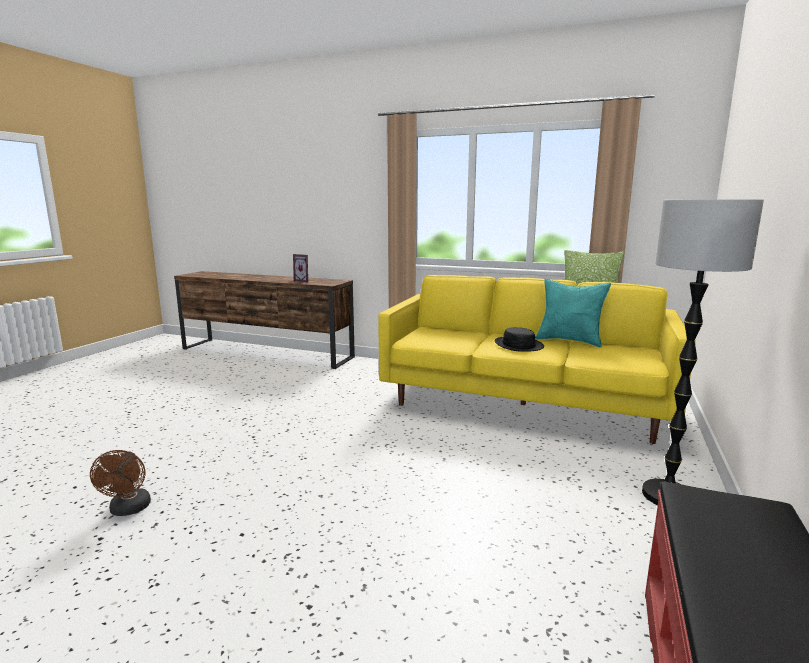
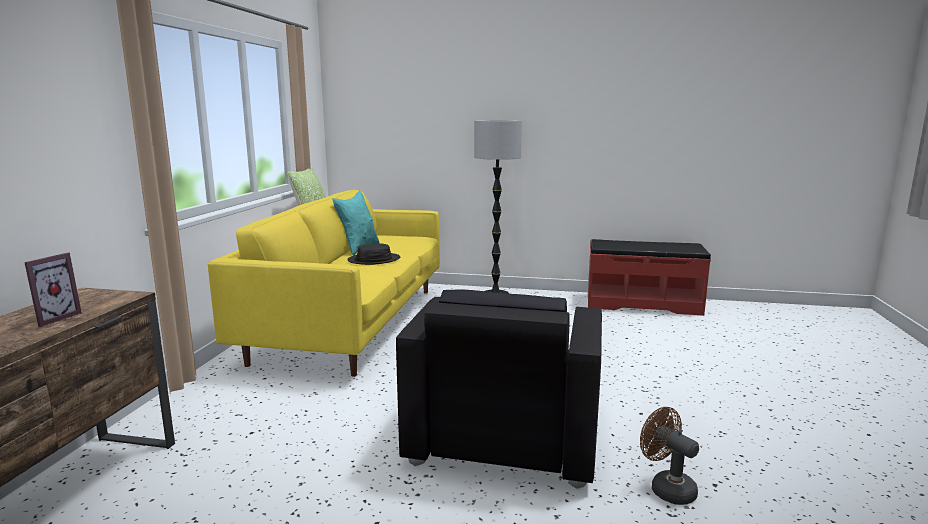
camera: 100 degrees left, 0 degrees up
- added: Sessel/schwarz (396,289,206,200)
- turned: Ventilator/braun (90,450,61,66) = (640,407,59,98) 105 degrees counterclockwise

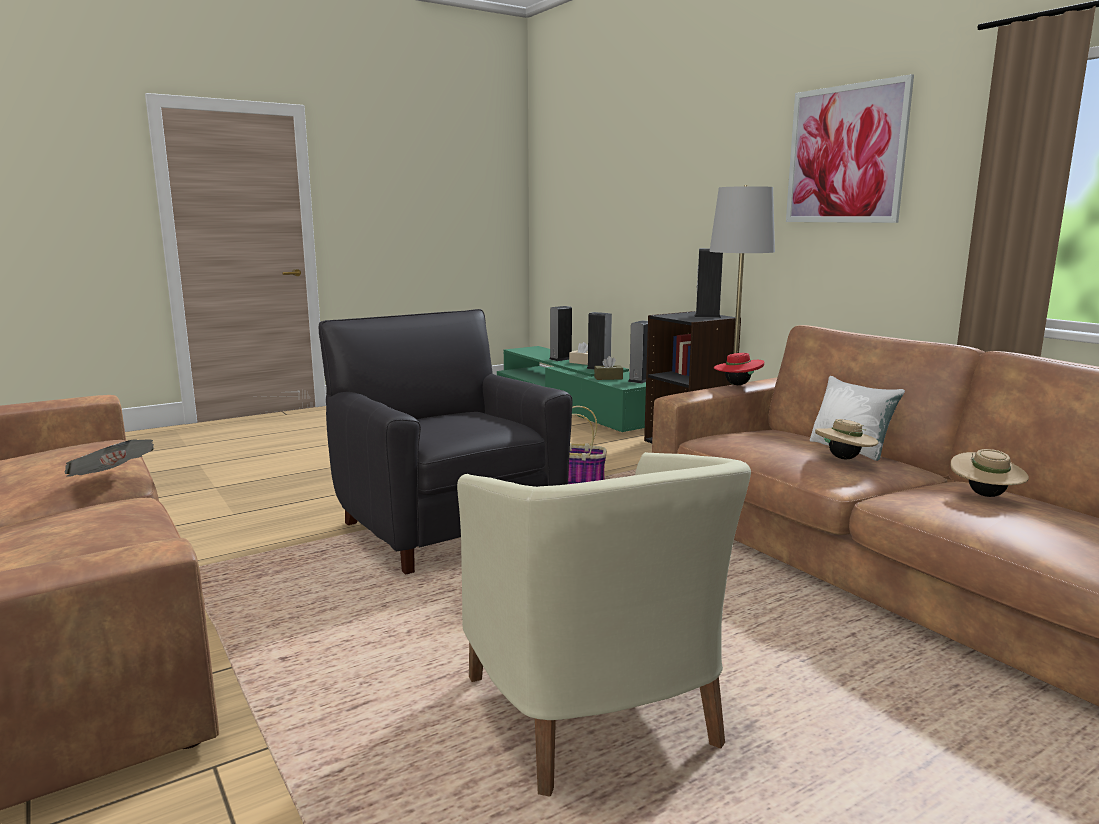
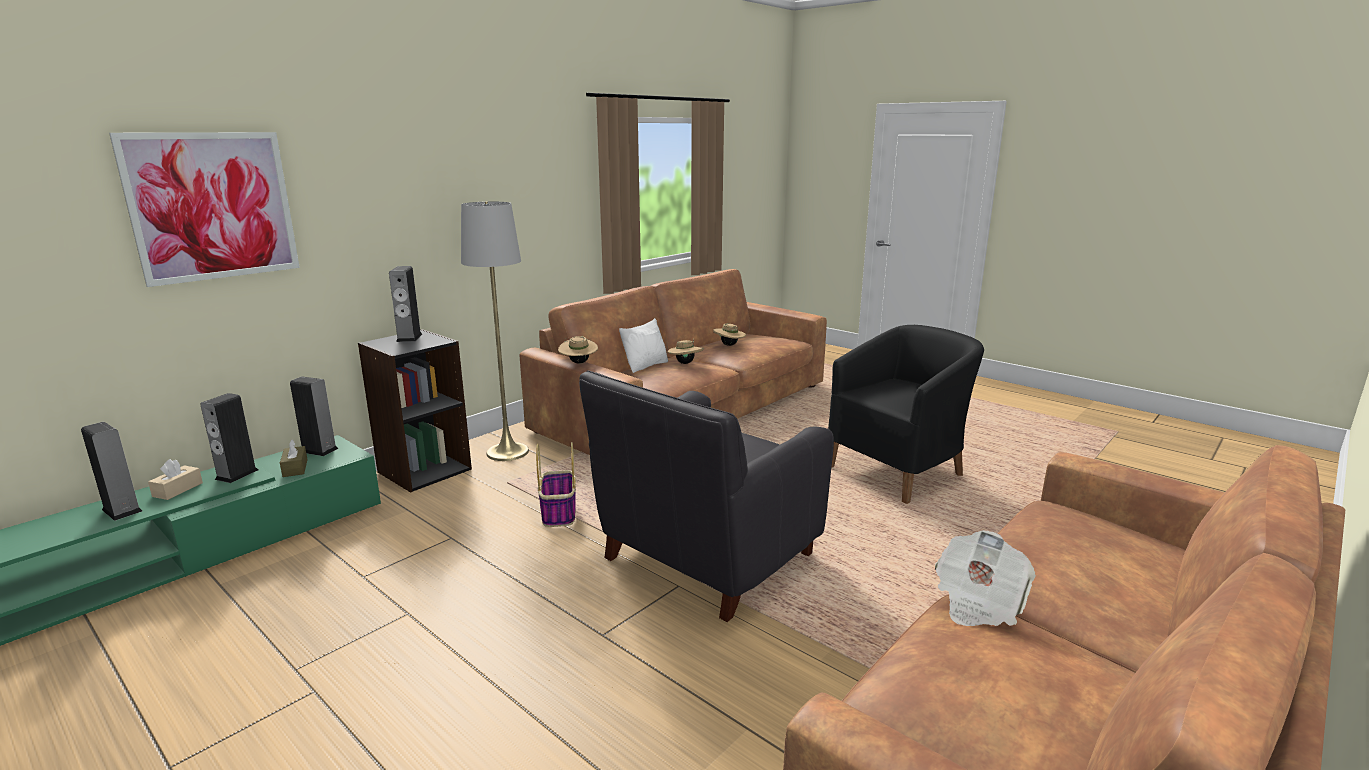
camera: 105 degrees left, 5 degrees up
- moved: Bild (786,74,128,149) to (109,132,191,155)
- recoloured: Sessel/beige (457,452,294,345) to Sessel/schwarz (828,325,156,179)
- recoloured: Hut/rot (714,350,50,35) to Hut/beige (558,336,40,27)

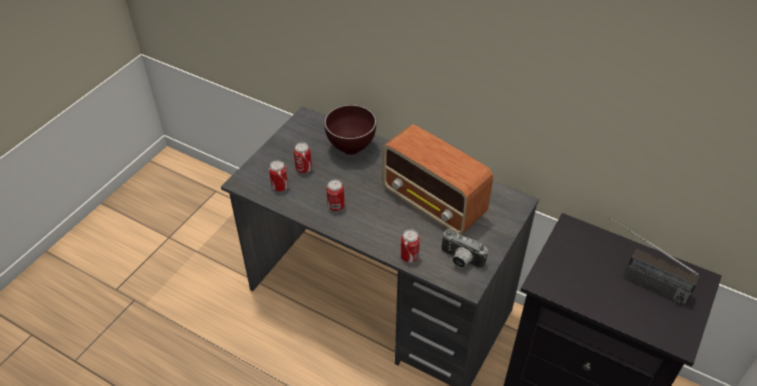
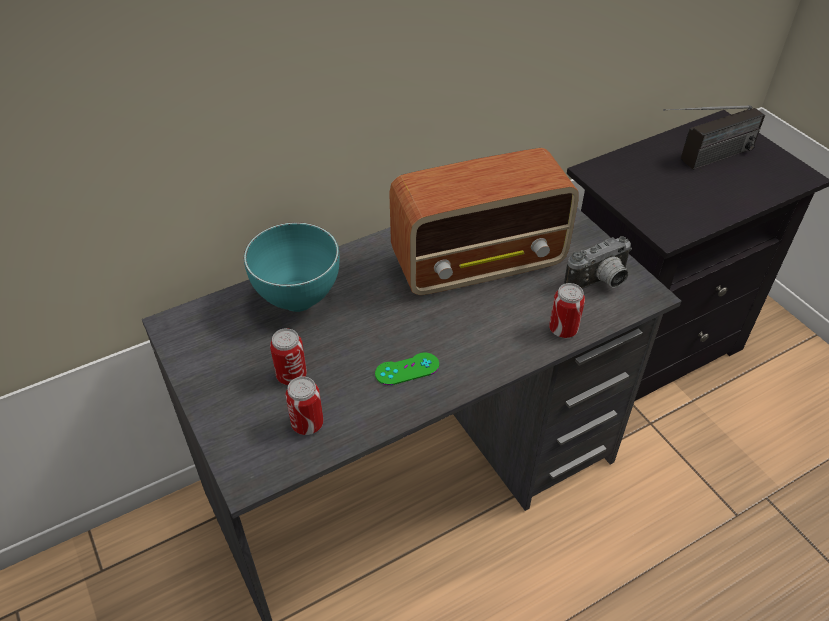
camera: 60 degrees left, 0 degrees up
- replaced: Dose (326,179,19,32) to Gamepad/grün (375,352,64,34)
- recoloured: Schüssel/braun (324,105,52,50) to Schüssel/türkis (244,222,96,90)

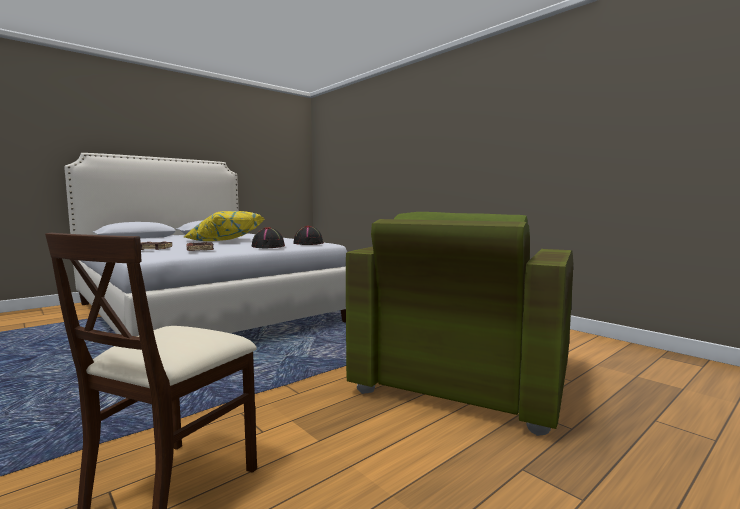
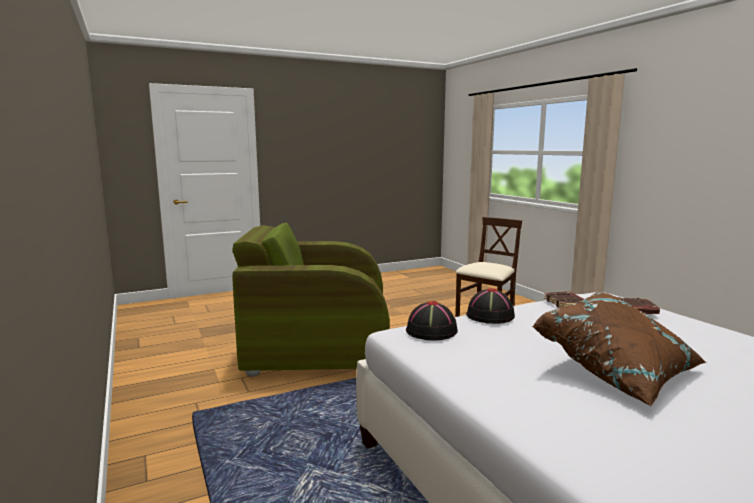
camera: 165 degrees left, 5 degrees up
- recoloured: Kissen/gelb (184,211,81,30) to Kissen/braun (532,292,174,114)
- turned: Sessel/grün (346,212,227,224) = (232,223,158,154) 135 degrees counterclockwise

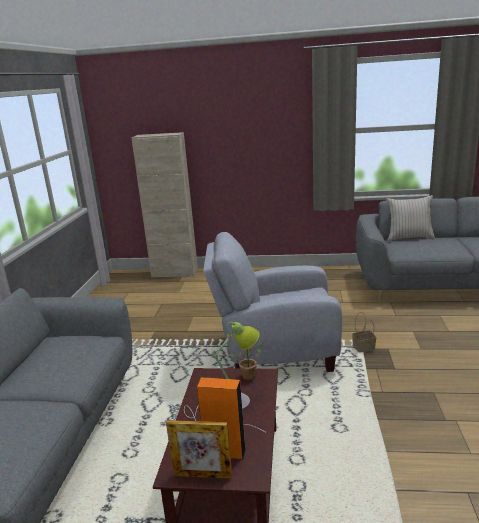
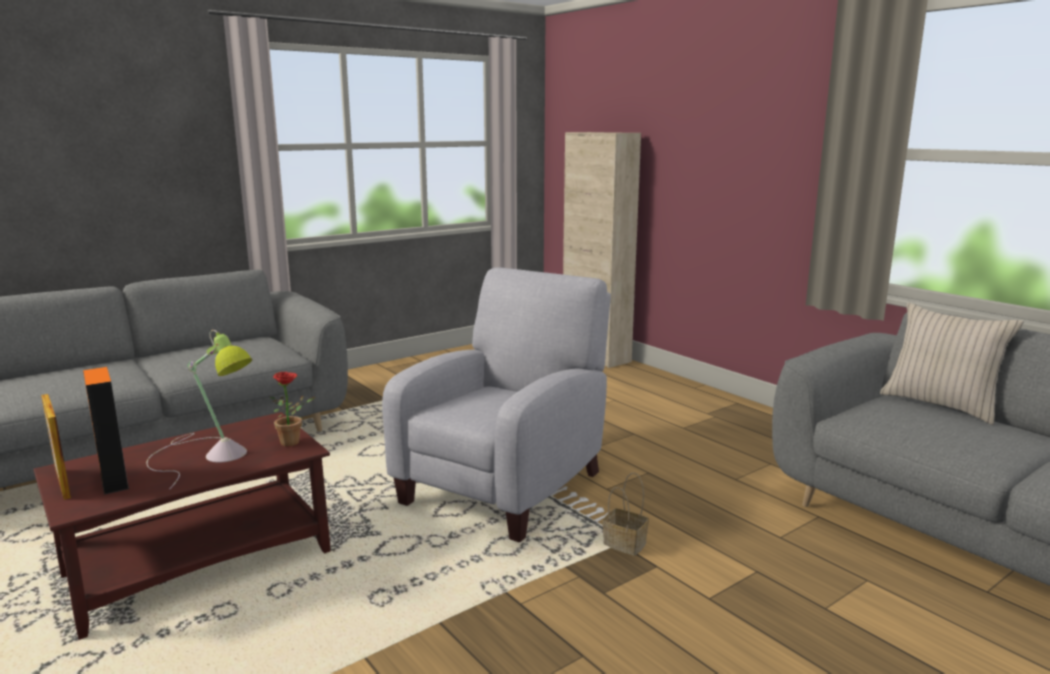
camera: 45 degrees right, 5 degrees down
- turned: Sessel/grau (203,232,139,140) = (382,267,229,275) 75 degrees clockwise

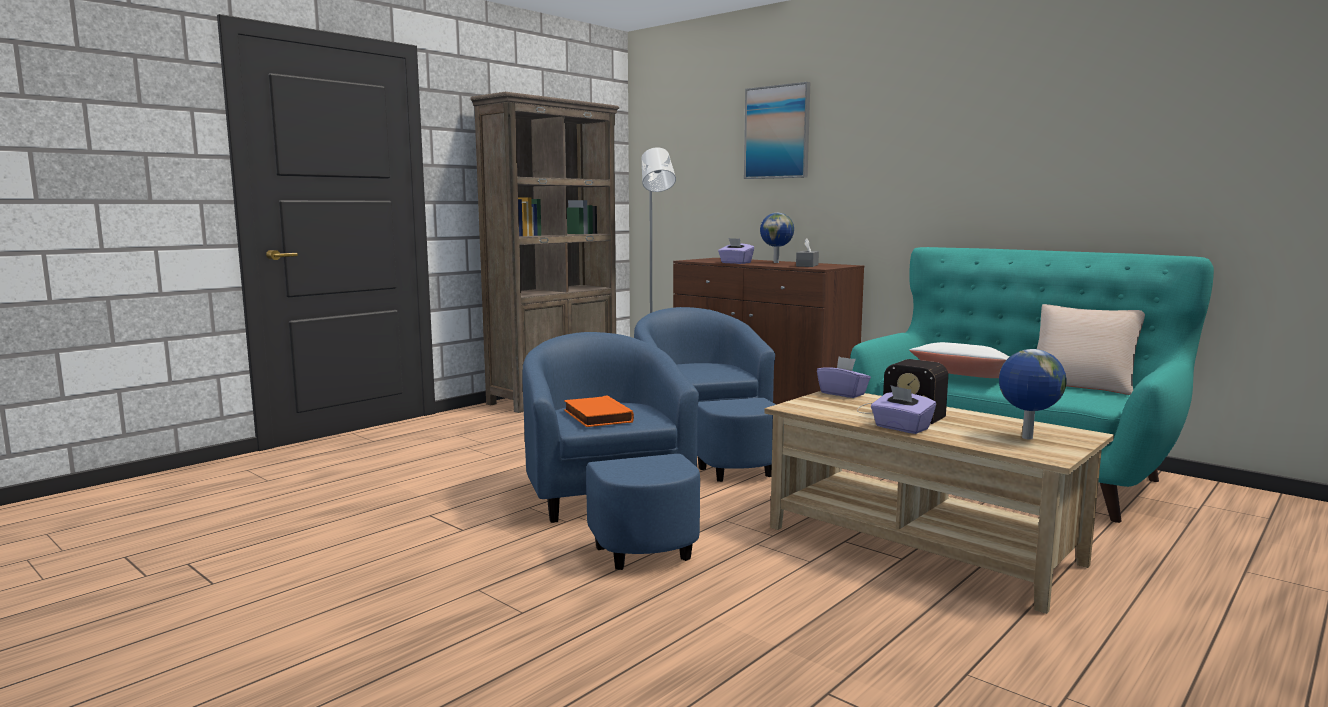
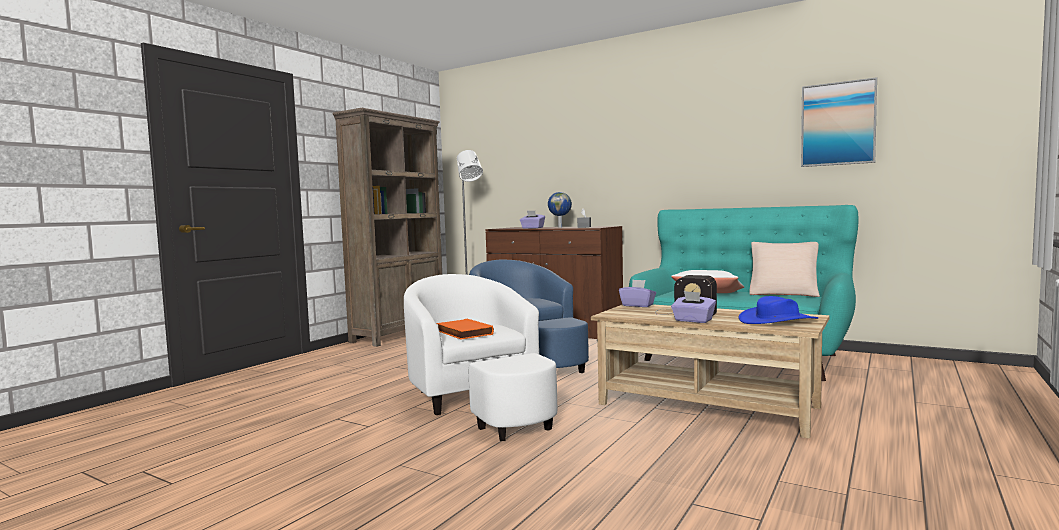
camera: 10 degrees left, 5 degrees down
- moved: Bild (744,82,66,97) to (801,77,76,90)
- replaced: Globus (999,349,67,91) to Hut/blau (739,296,79,28)
- recoloured: Sessel/blau (522,332,178,238) to Sessel/weiß (404,274,154,167)

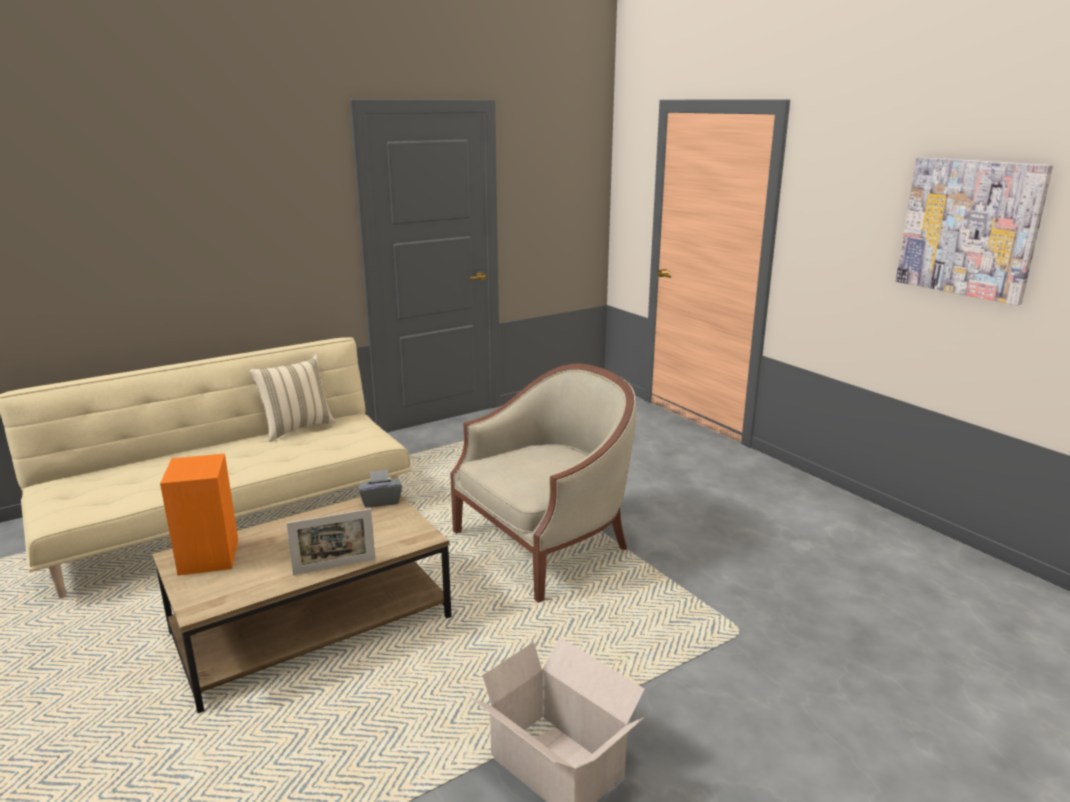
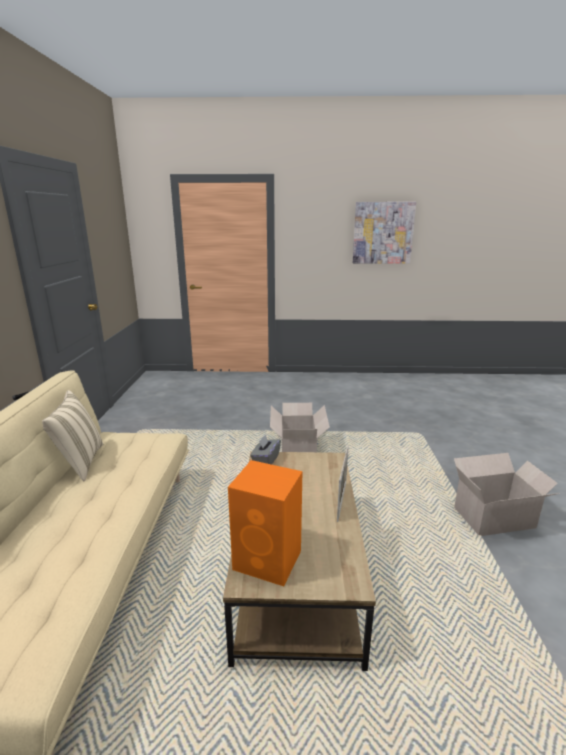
camera: 55 degrees left, 0 degrees up
- replaced: Sessel/beige (450,363,186,240) to Karton (270,403,60,49)

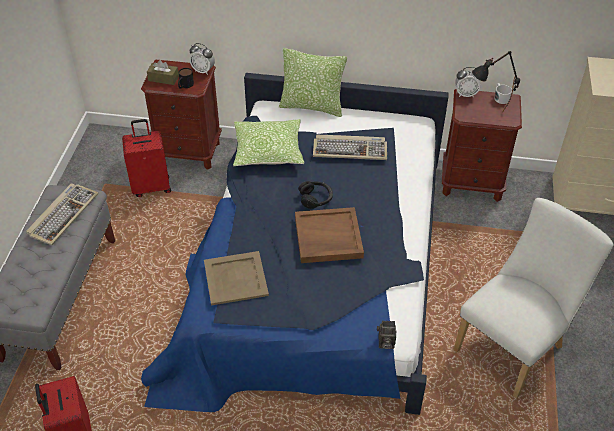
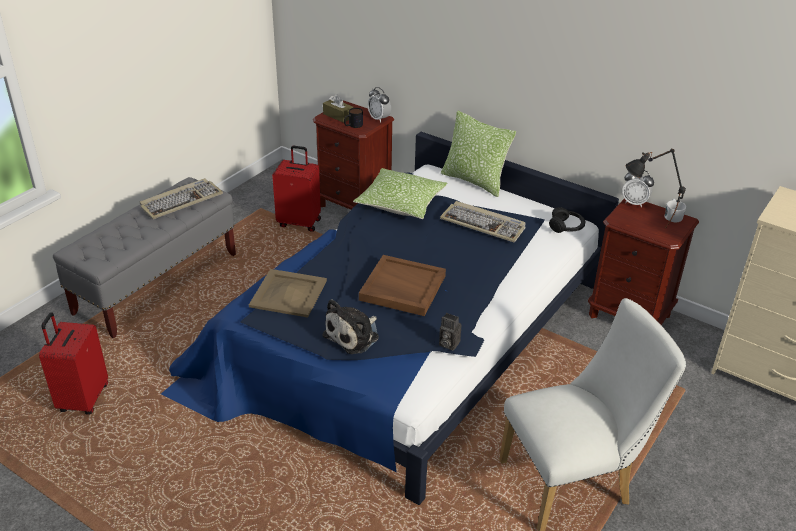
camera: 25 degrees right, 10 degrees down
- added: Plüschtier (322,299,57,55)
- moved: Kopfhörer/schwarz (298,181,35,28) to (549,207,36,26)
- moved: Kamera (377,321,20,28) to (439,313,22,38)

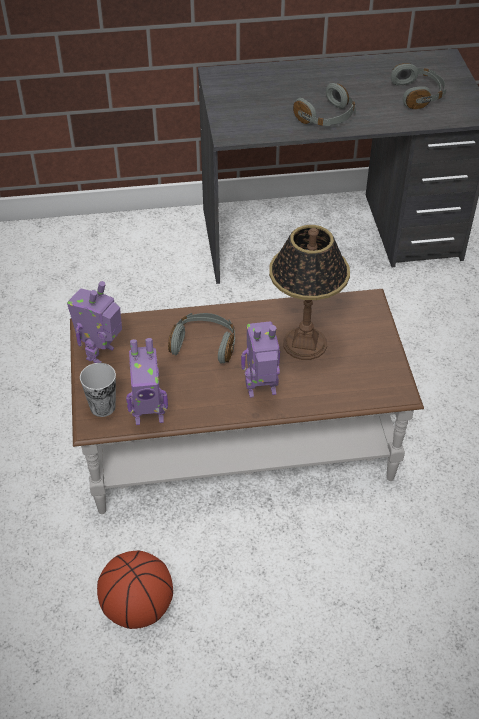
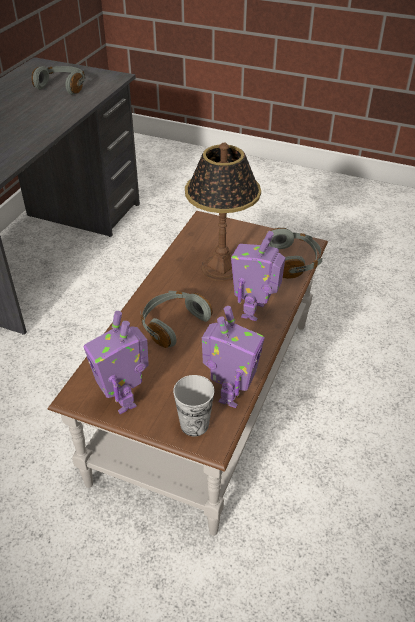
camera: 60 degrees left, 5 degrees down
- removed: Basketball (97,551,76,78)
- moved: Kopfhörer/grau (293,83,63,43) to (269,228,53,51)

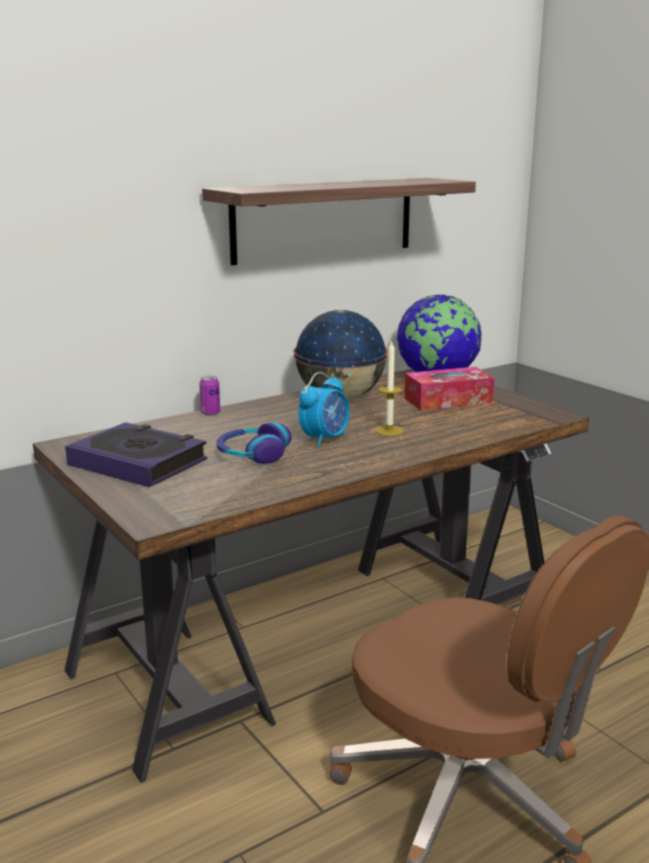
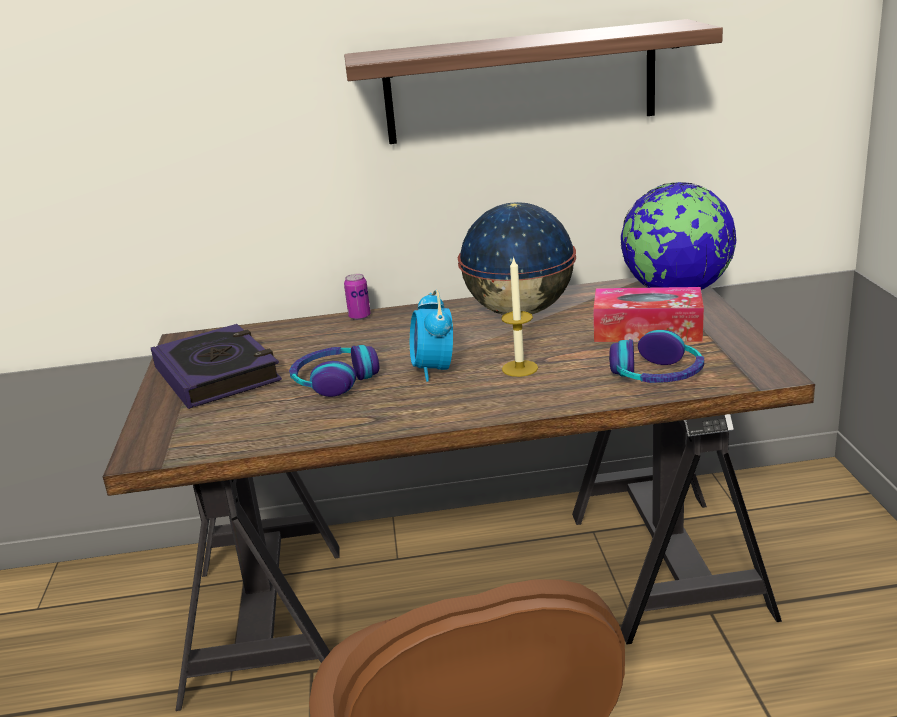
camera: 30 degrees right, 5 degrees up
- added: Kopfhörer (609,330,95,53)
- turned: Wecker (298,372,52,75) = (410,290,43,92) 105 degrees clockwise

